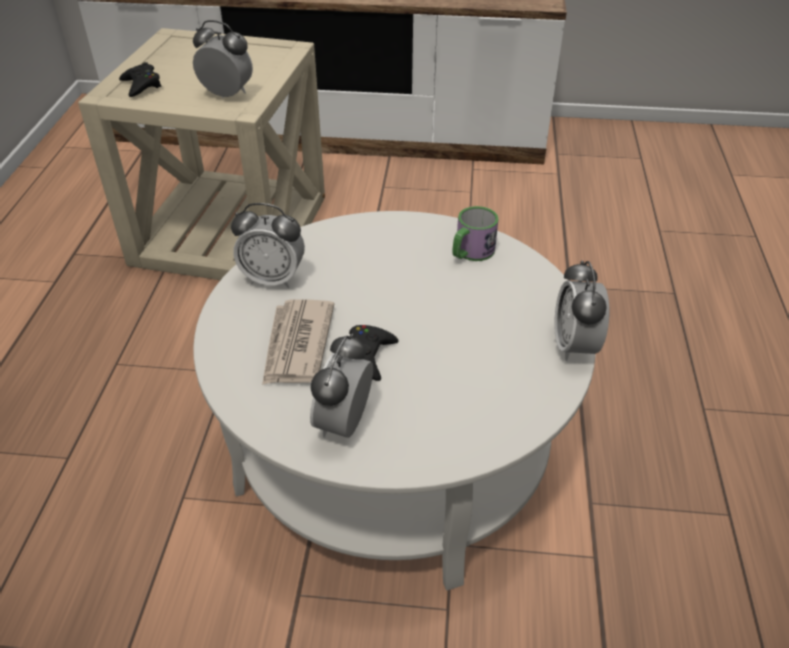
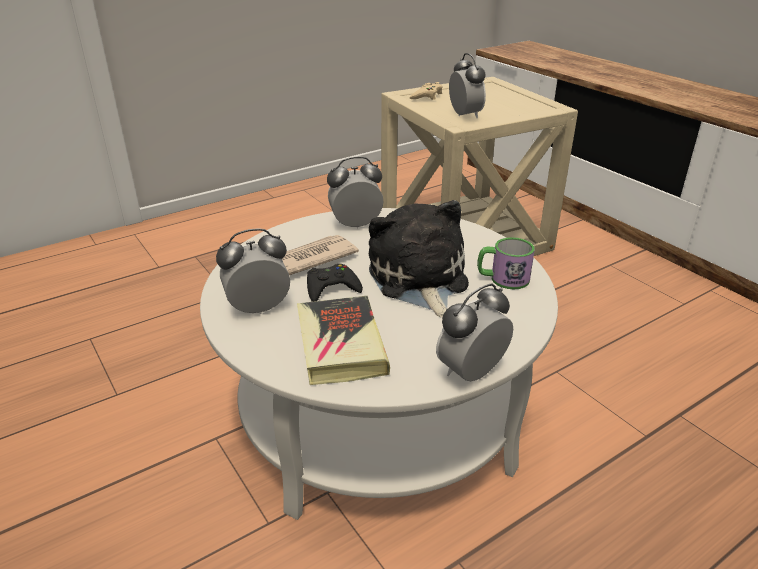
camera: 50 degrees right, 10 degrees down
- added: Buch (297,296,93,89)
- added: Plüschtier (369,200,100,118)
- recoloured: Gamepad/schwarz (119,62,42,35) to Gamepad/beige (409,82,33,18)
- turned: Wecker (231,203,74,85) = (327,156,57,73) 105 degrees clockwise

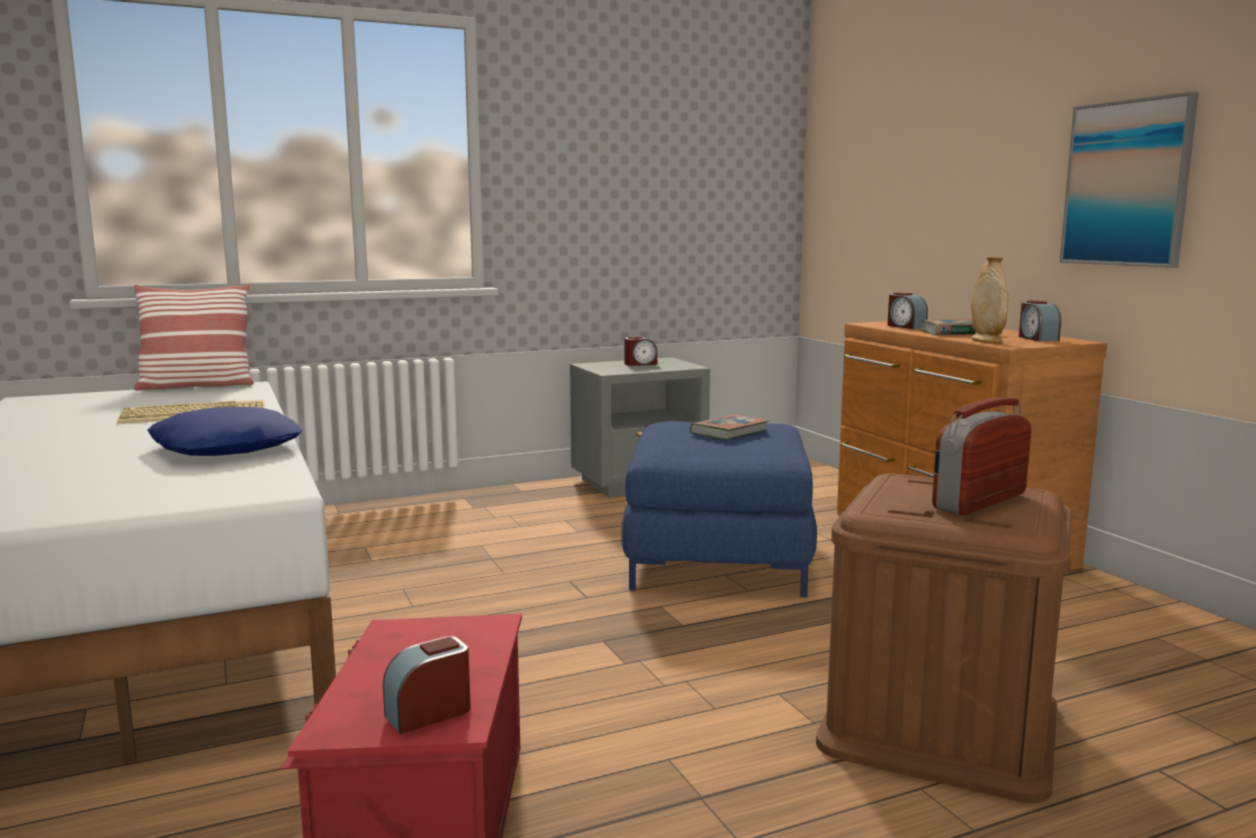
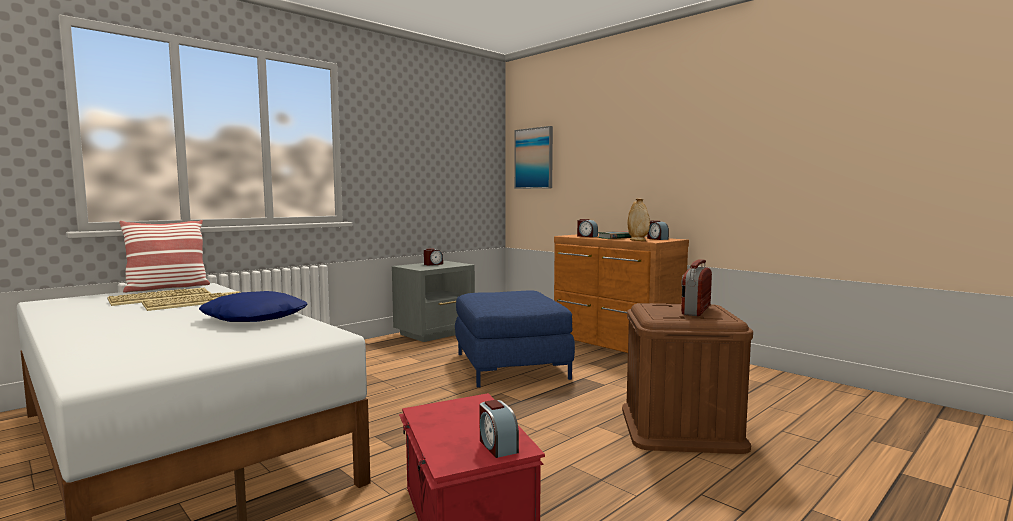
camera: 20 degrees left, 5 degrees down
- removed: Buch (690,415,79,25)
- added: Tastatur (107,288,104,18)
- moved: Bild (1059,92,140,176) to (514,126,39,63)
- turned: Wecker (383,636,88,98) = (479,400,40,58) 60 degrees counterclockwise

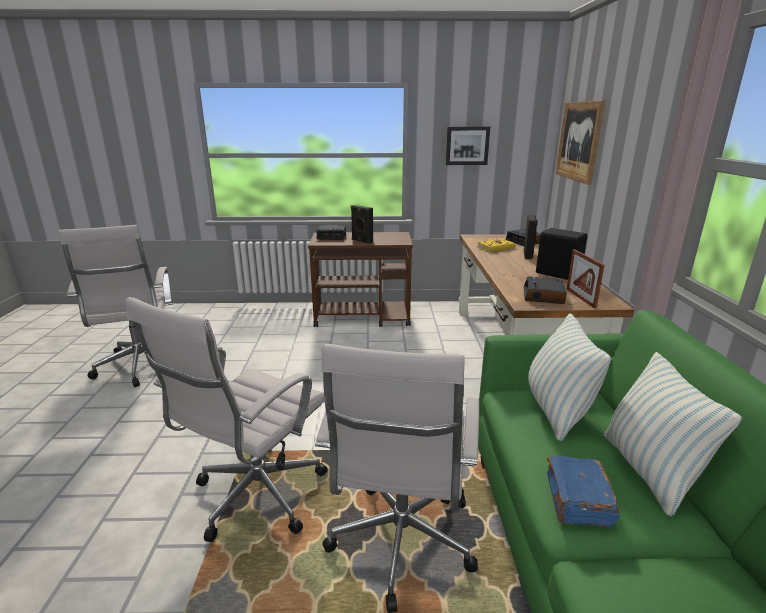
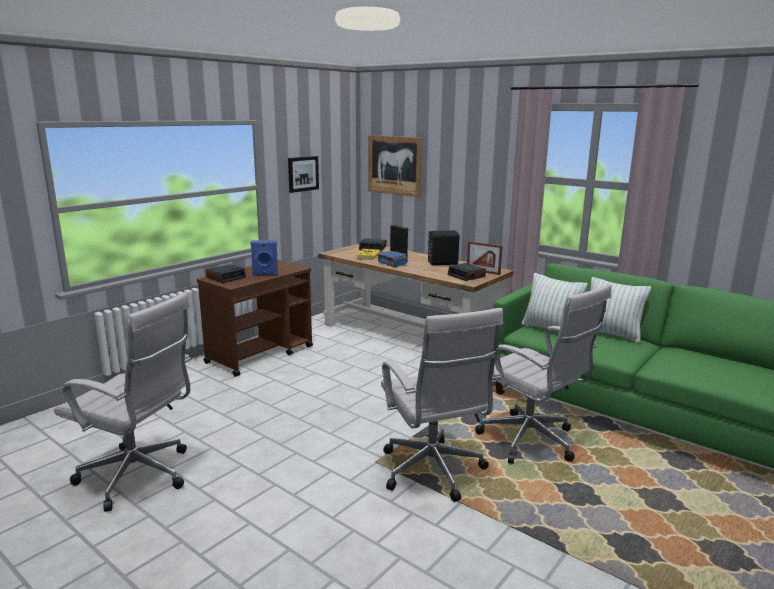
camera: 50 degrees left, 5 degrees down
- moved: Buch/blau (547,456,72,73) to (377,251,31,16)
- recoloured: Lautsprecher/schwarz (351,205,22,39) to Lautsprecher/blau (250,240,28,36)

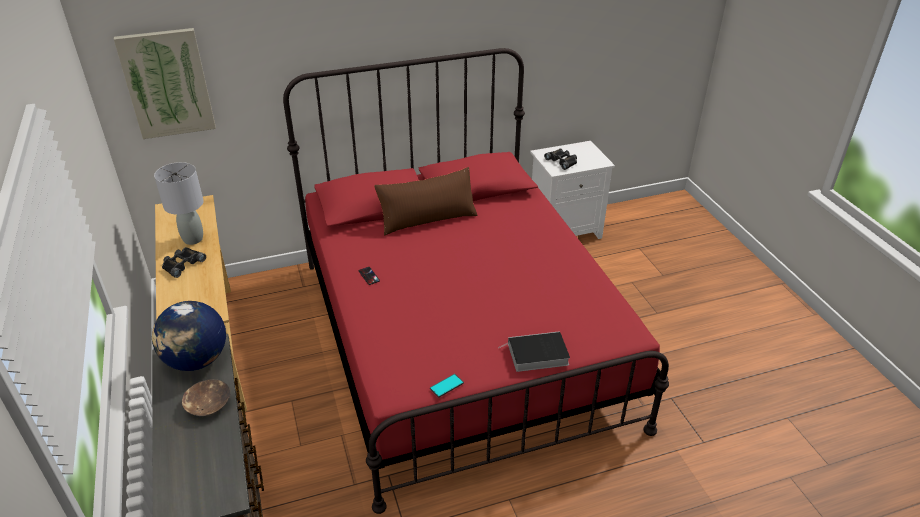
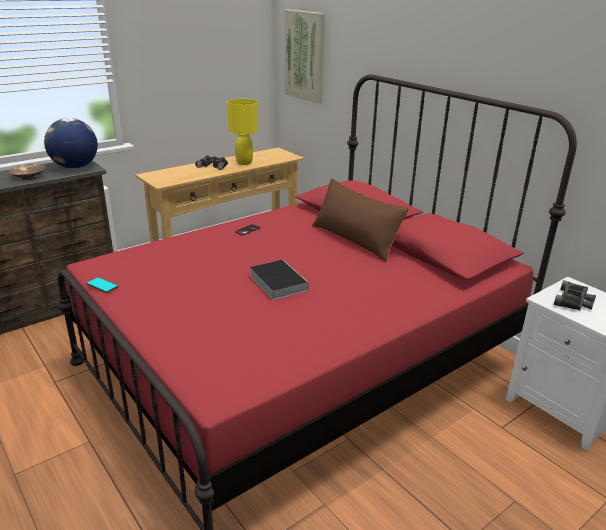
camera: 70 degrees right, 10 degrees down
- moved: Buch (499,331,71,41) to (250,260,58,40)
- recoloured: Tischlampe/grau (154,162,50,83) to Tischlampe/gelb (227,99,31,66)

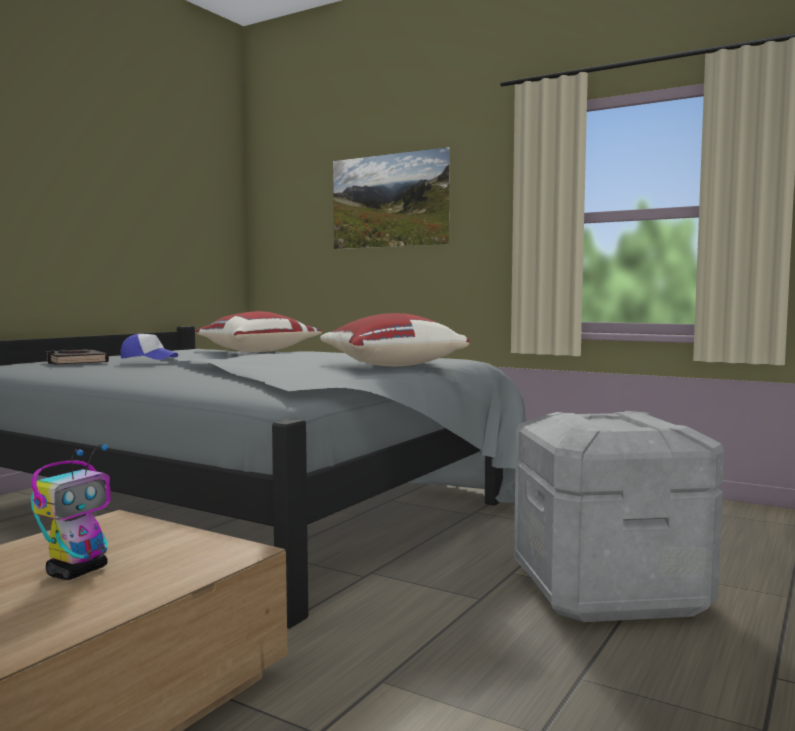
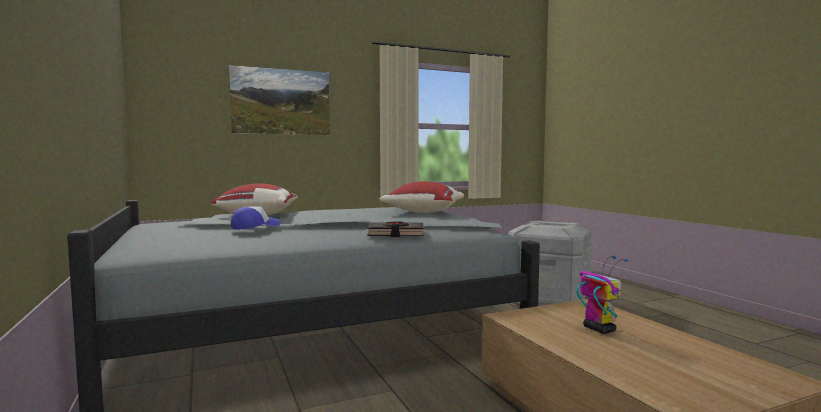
camera: 55 degrees left, 0 degrees up
- moved: Buch/schwarz (45,349,64,15) to (367,221,57,16)

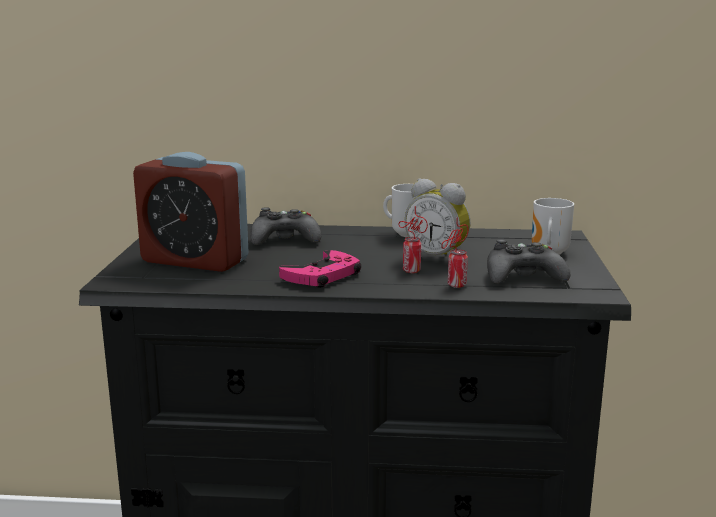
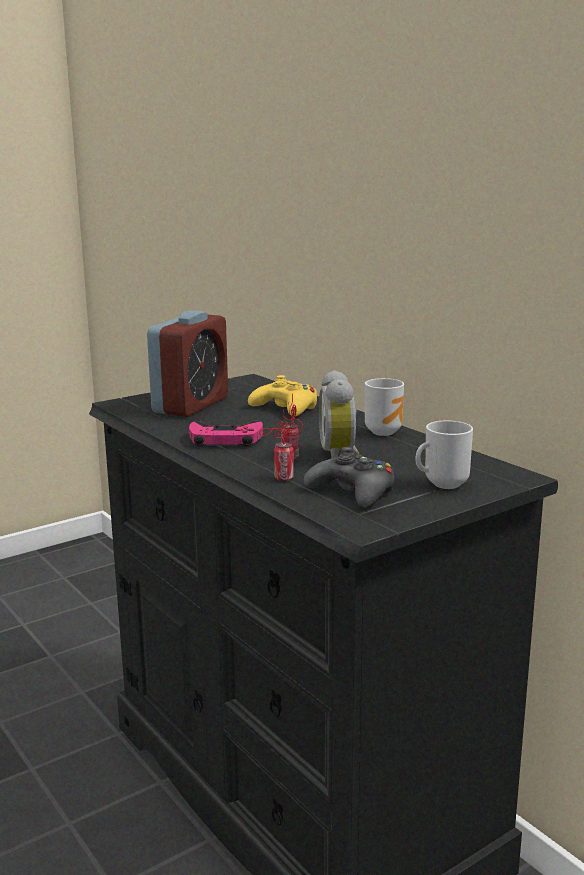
camera: 50 degrees right, 0 degrees up
- recoloured: Gamepad/schwarz (250,207,71,38) to Gamepad/gelb (248,375,69,41)
- turned: Wecker (133,152,115,120) = (147,310,81,107) 135 degrees counterclockwise

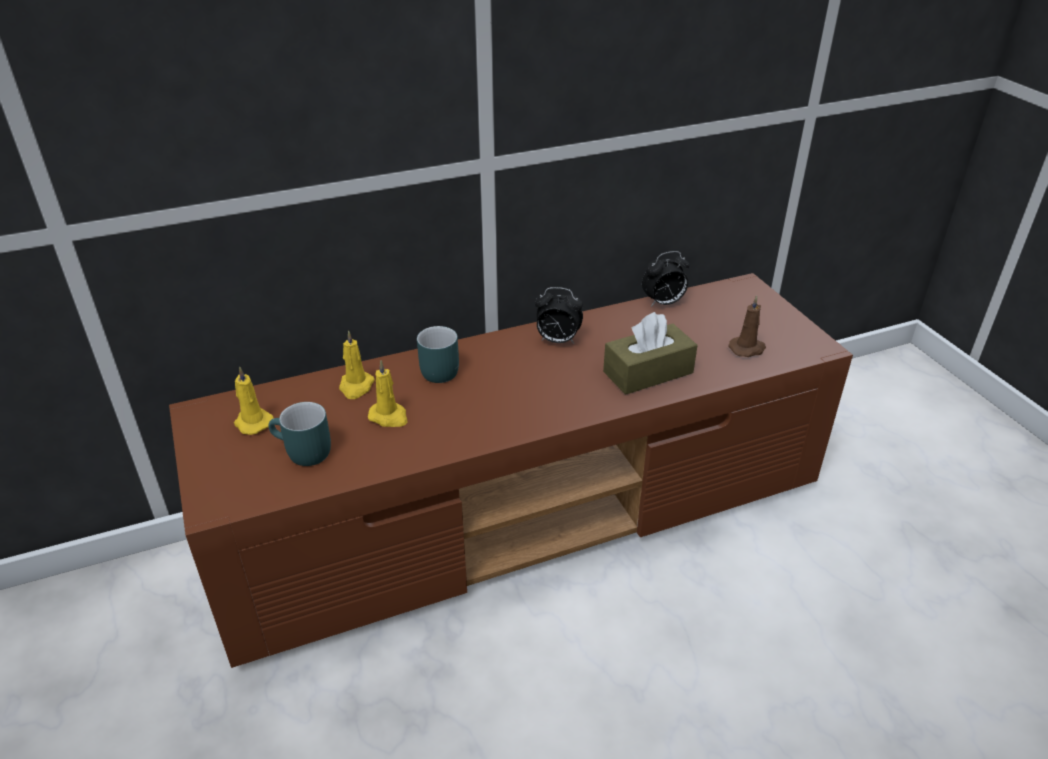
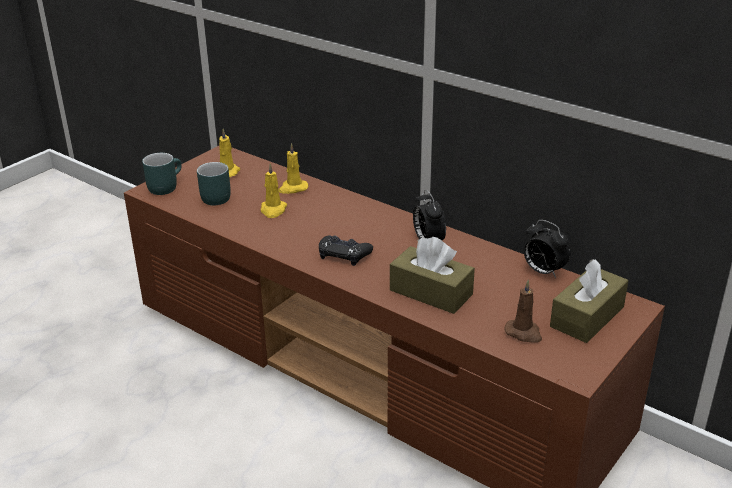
camera: 60 degrees right, 5 degrees down
- added: Gamepad/schwarz (319,235,54,31)
- added: Taschentuchbox/braun (550,259,78,84)
- moved: Henkelbecher/türkis (417,326,42,57) to (142,153,40,42)

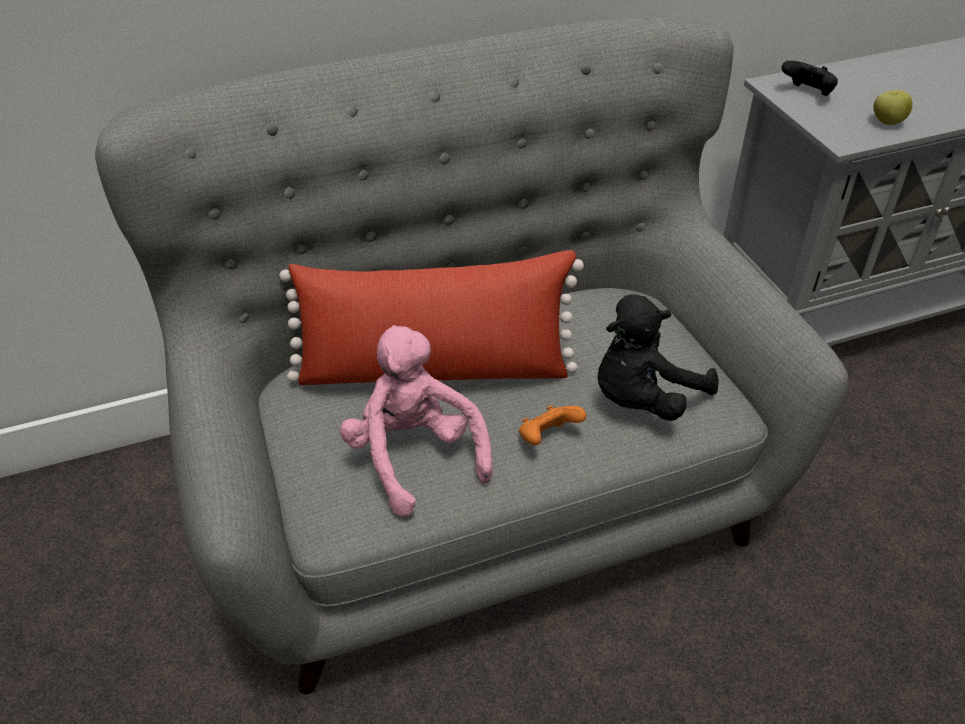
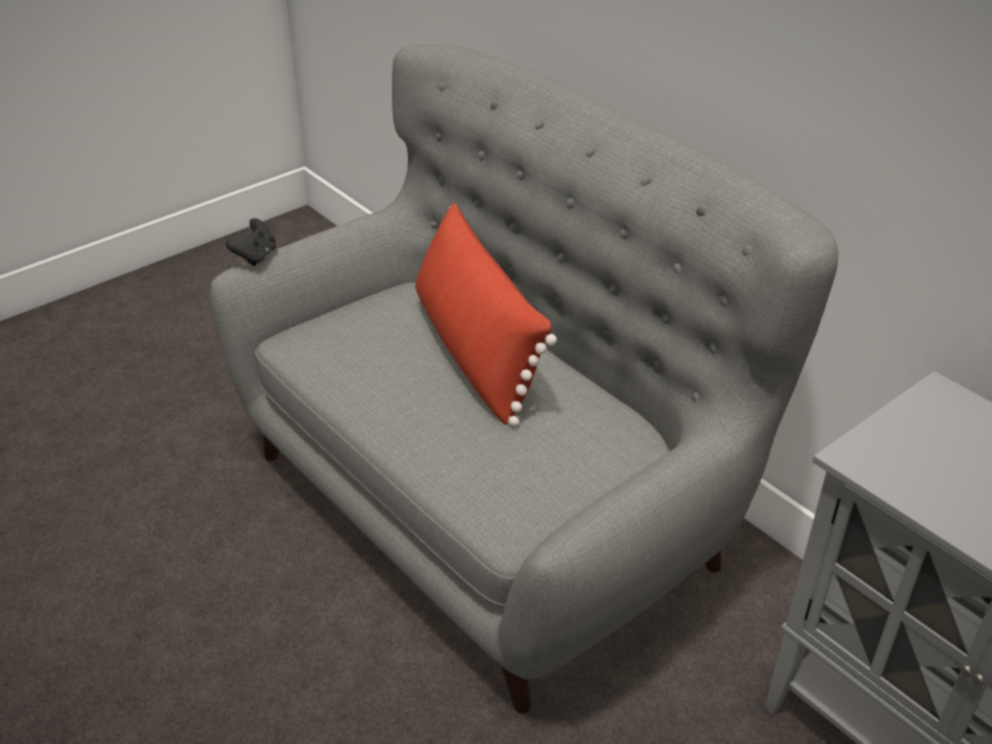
camera: 70 degrees right, 5 degrees down
- removed: Plüschtier/rosa (340,325,153,192)
- removed: Gamepad/orange (519,405,67,40)
- removed: Plüschtier/schwarz (597,294,122,127)
- removed: Apfel (874,90,39,35)
- moved: Gamepad/schwarz (781,60,57,36) to (226,218,50,48)

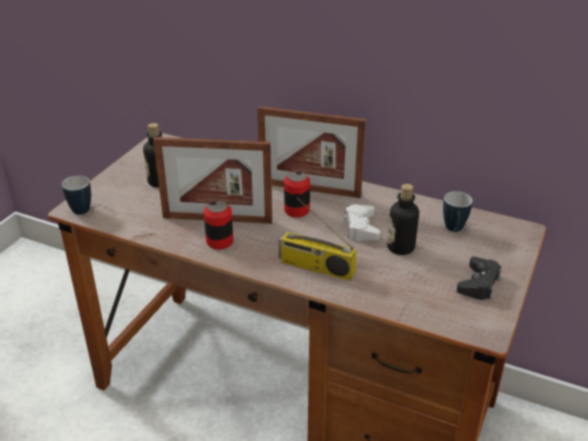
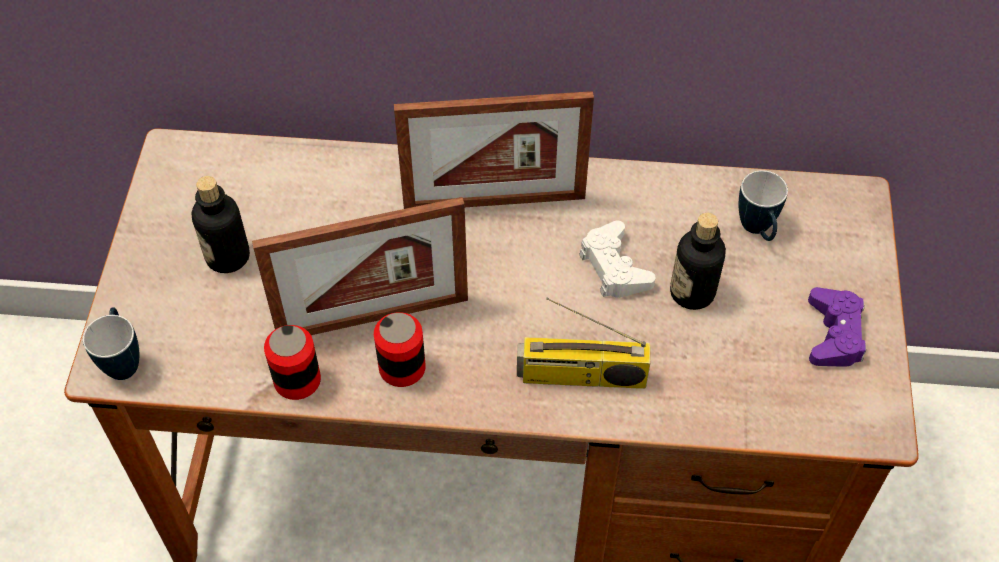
camera: 20 degrees left, 20 degrees up
- moved: Dose (284,171,26,47) to (264,325,57,75)
- recoloured: Gamepad/schwarz (457,257,45,43) to Gamepad/lila (808,287,58,80)

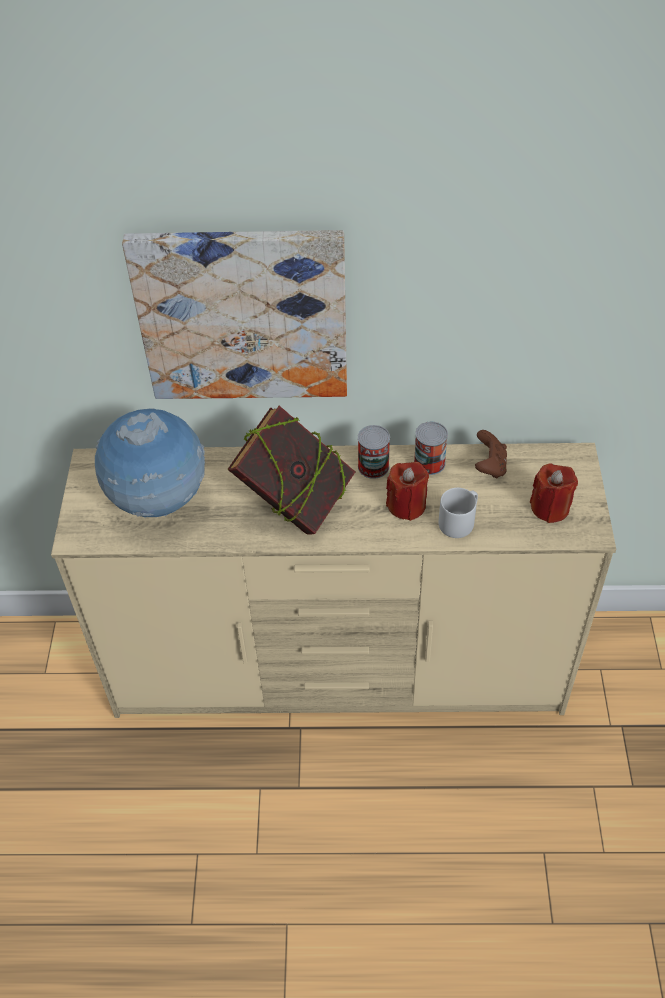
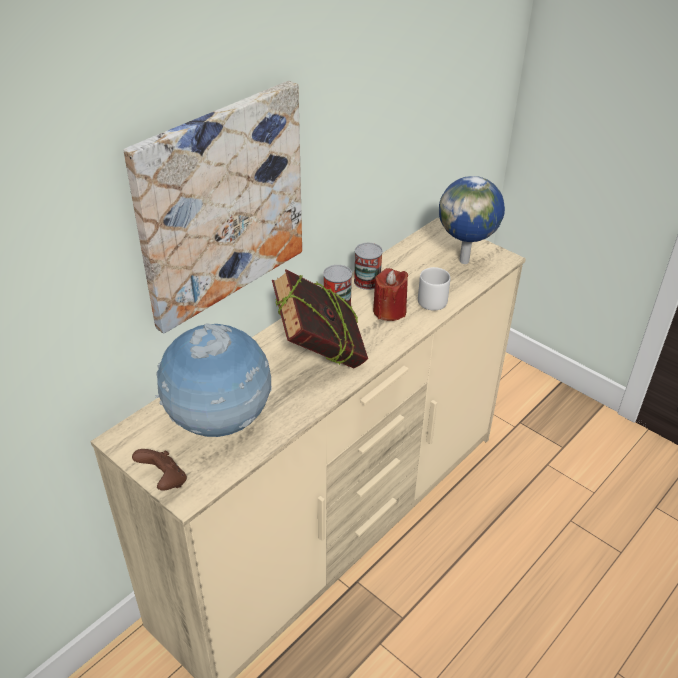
camera: 50 degrees left, 10 degrees down
- moved: Gamepad/braun (475,430,32,48) to (132,449,55,42)
- replaced: Kerze/rot (530,463,48,60) to Globus (439,176,66,88)

